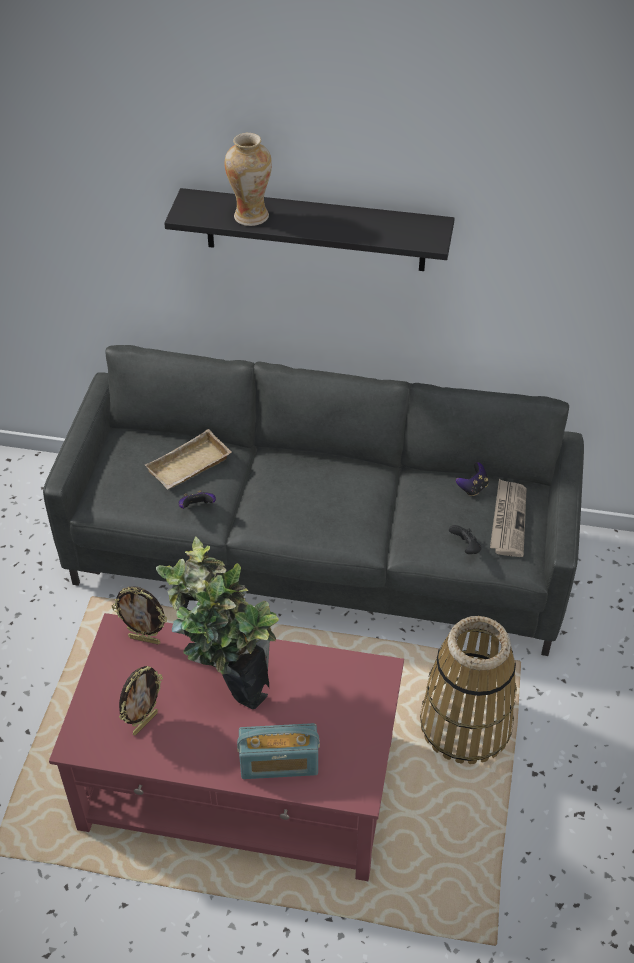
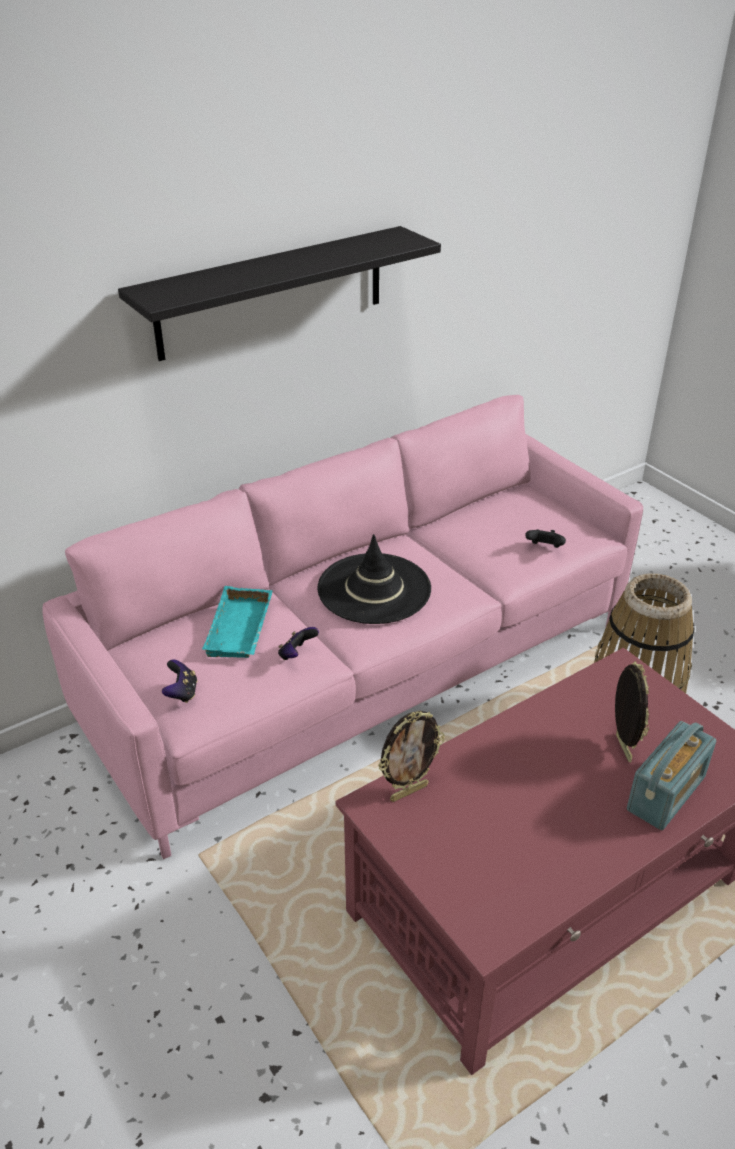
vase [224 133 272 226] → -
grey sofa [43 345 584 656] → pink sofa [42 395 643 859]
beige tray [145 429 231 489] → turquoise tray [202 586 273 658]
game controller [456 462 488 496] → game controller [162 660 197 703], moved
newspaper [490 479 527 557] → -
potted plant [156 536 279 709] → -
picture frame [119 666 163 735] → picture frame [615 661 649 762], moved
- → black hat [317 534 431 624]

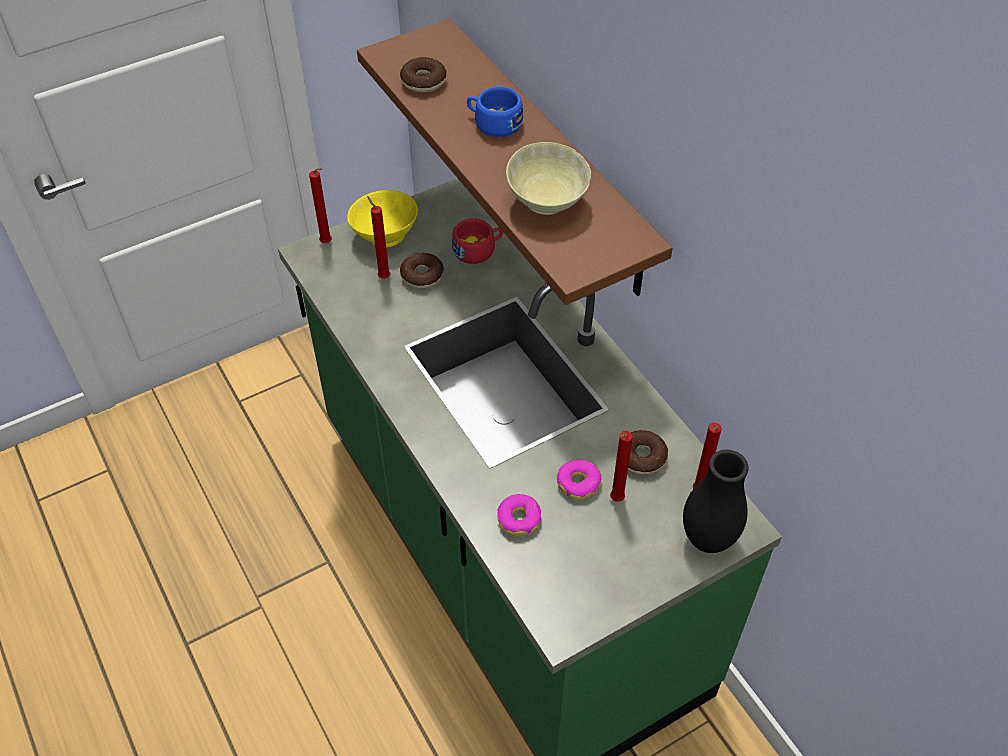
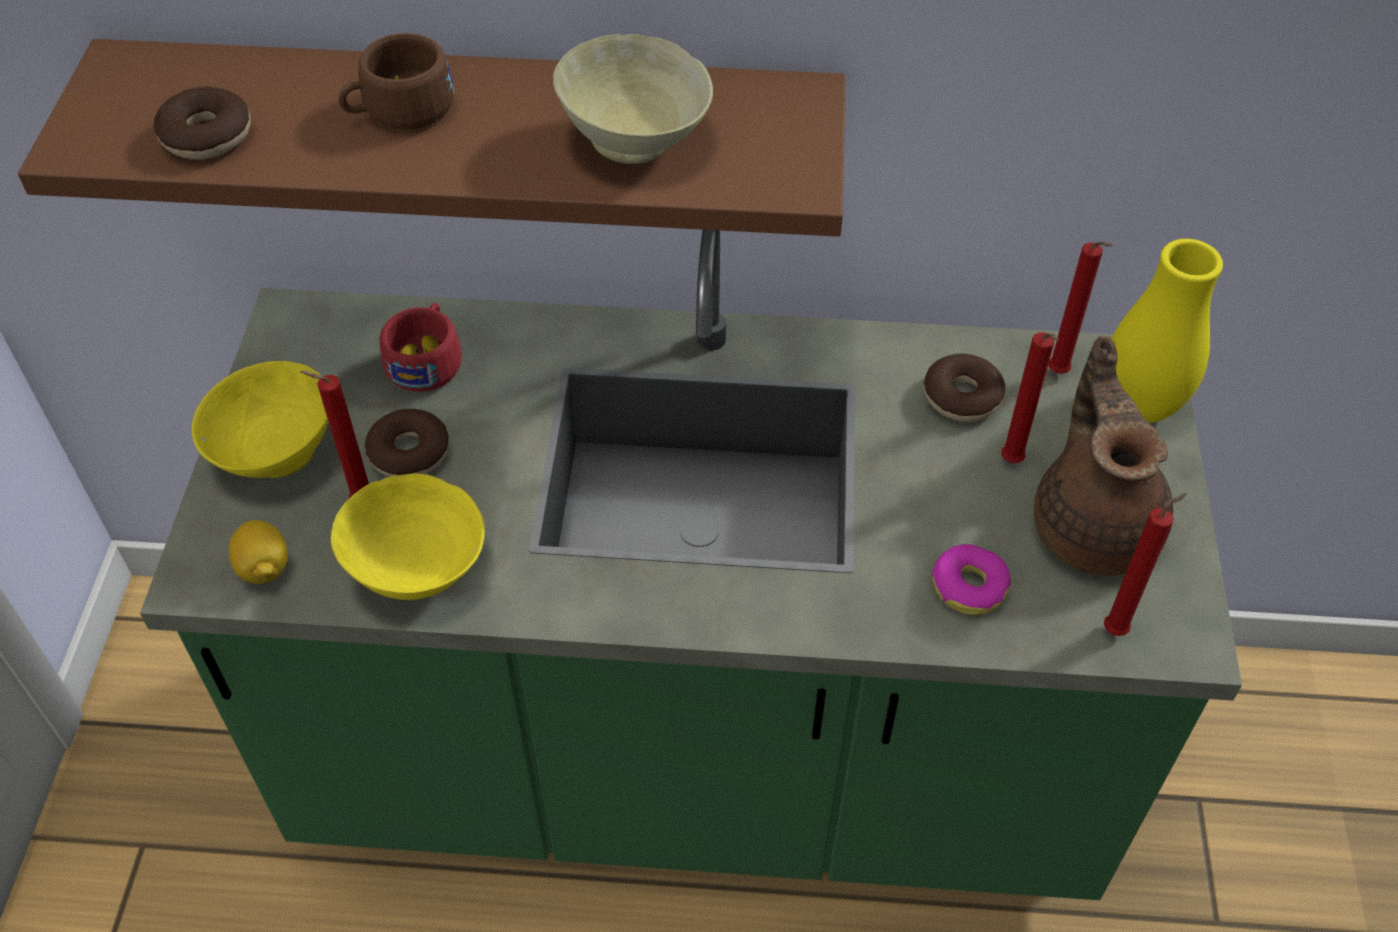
blue cup [467 86 523 137] → brown cup [339 33 454 130]
red candle [309 168 332 243] → red candle [1104 493 1187 636], moved
black vase [683 449 749 553] → yellow vase [1112 239 1223 423]
donut [557 460 601 500] → -
- → brown teapot [1034 335 1173 576]
- → yellow bowl [331 474 485 600]
- → lemon [229 520 288 584]

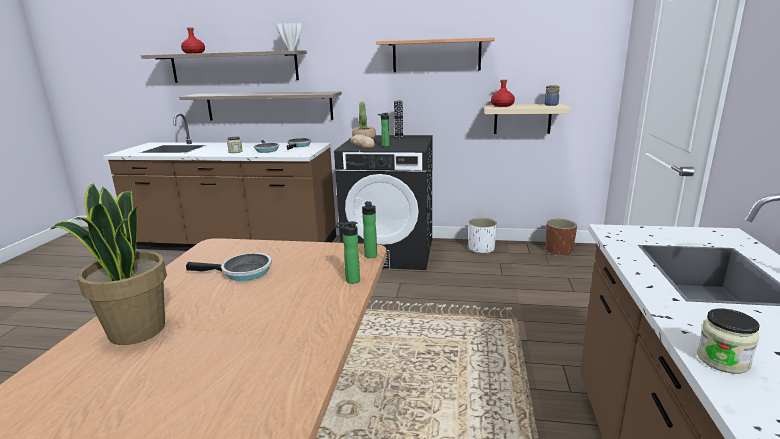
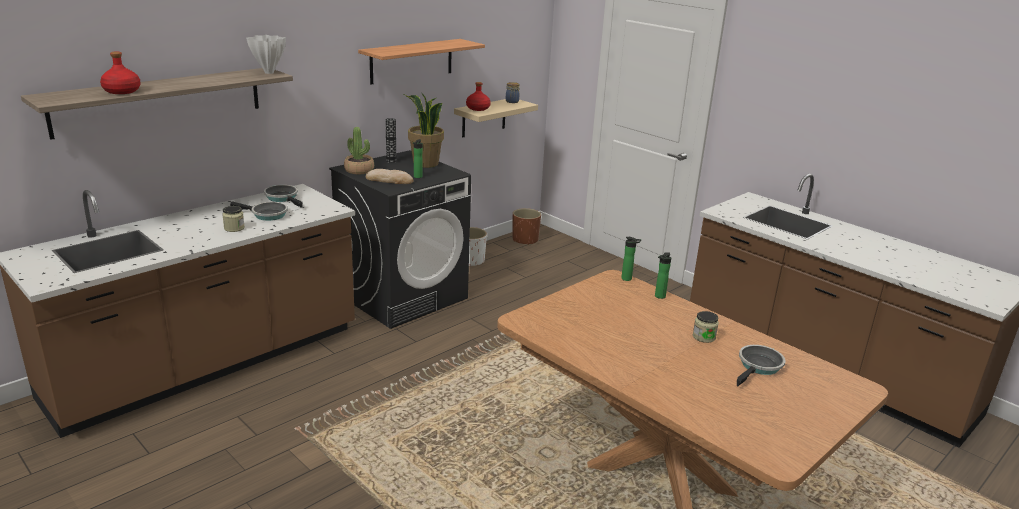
shelf [179 91 342 121] → -
potted plant [50 184 167 345] → potted plant [403 92 444 168], moved
frying pan [186 253 272 282] → frying pan [737 345 785 386], moved
jar [697 309 760 374] → jar [693 311 719 343], moved

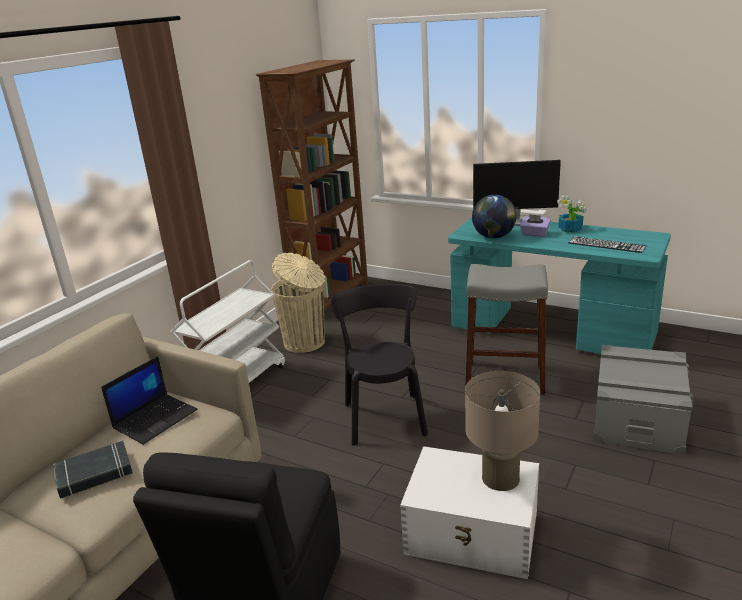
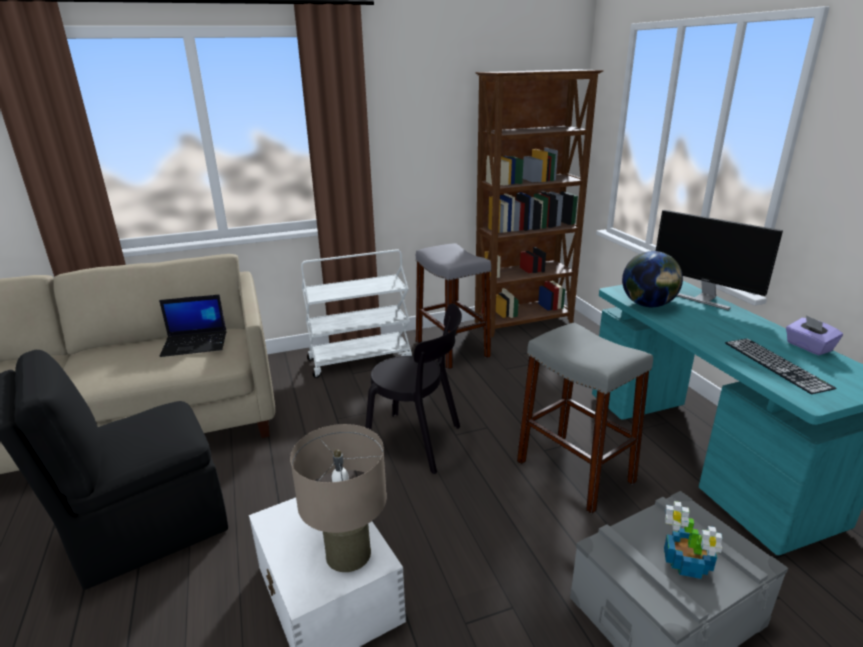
potted plant [557 196 586 233] → potted plant [664 501 722 579], moved
purple tissue box [520 214 551 237] → purple tissue box [786 315 843 355], moved
beige trash can [271 253 325 353] → grey stool [416 243 491 369]
black chair [330 284 428 446] → black chair [365 303 462 474], 75 degrees clockwise
black book [53 441 133 499] → -

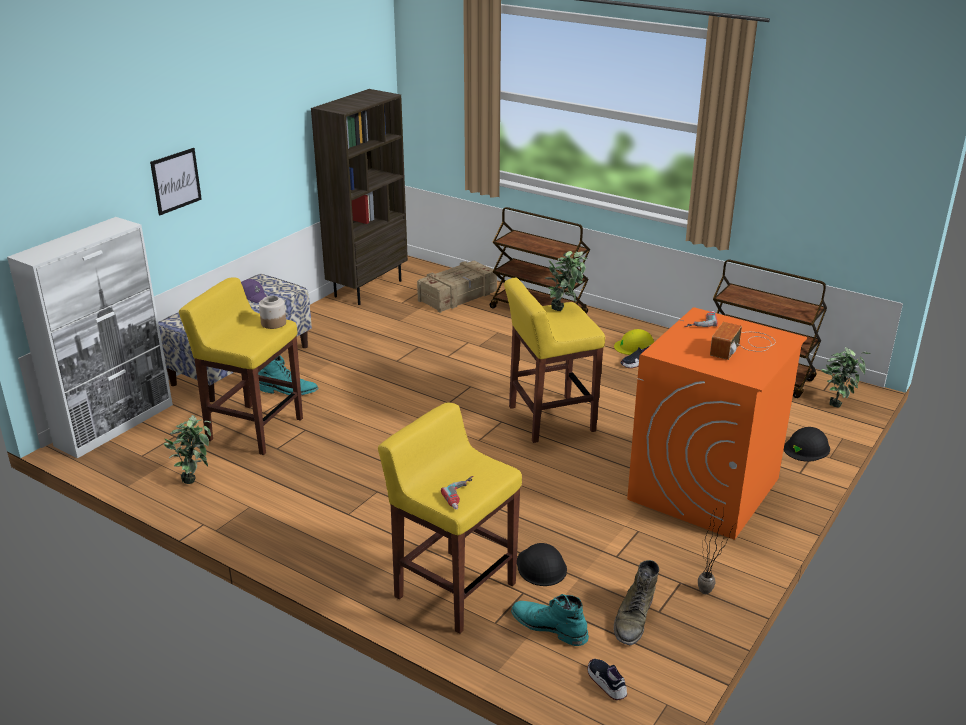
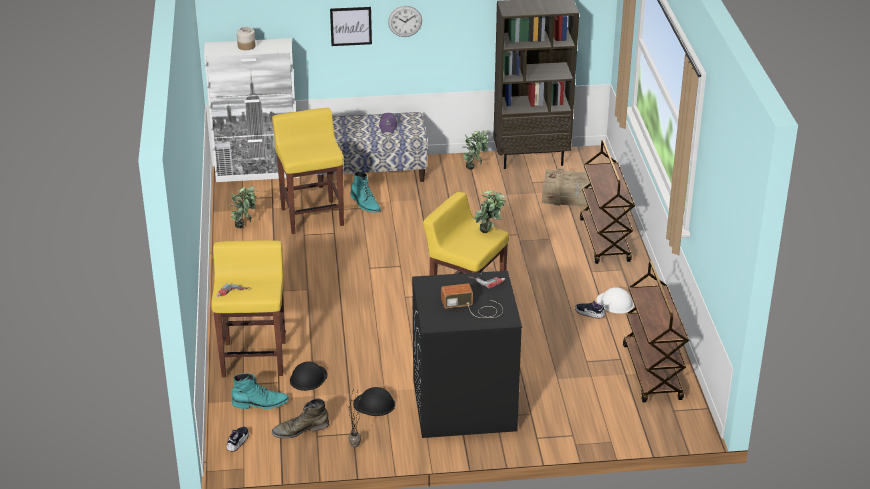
jar [259 296 286 329] → jar [237 27 256 50], moved
orange washing machine [627 307 807 540] → black washing machine [412 271 522 438]
yellow hard hat [614 329 654 355] → white hard hat [597 287 634 314]
potted plant [821 347 871 407] → potted plant [462 130 491 170], moved
black hard hat [784 427 830 462] → black hard hat [353 387 395 416], moved
turquoise boot [511 594 589 646] → turquoise boot [232 373 290 409], 90 degrees clockwise
- → wall clock [388 6 422 37]

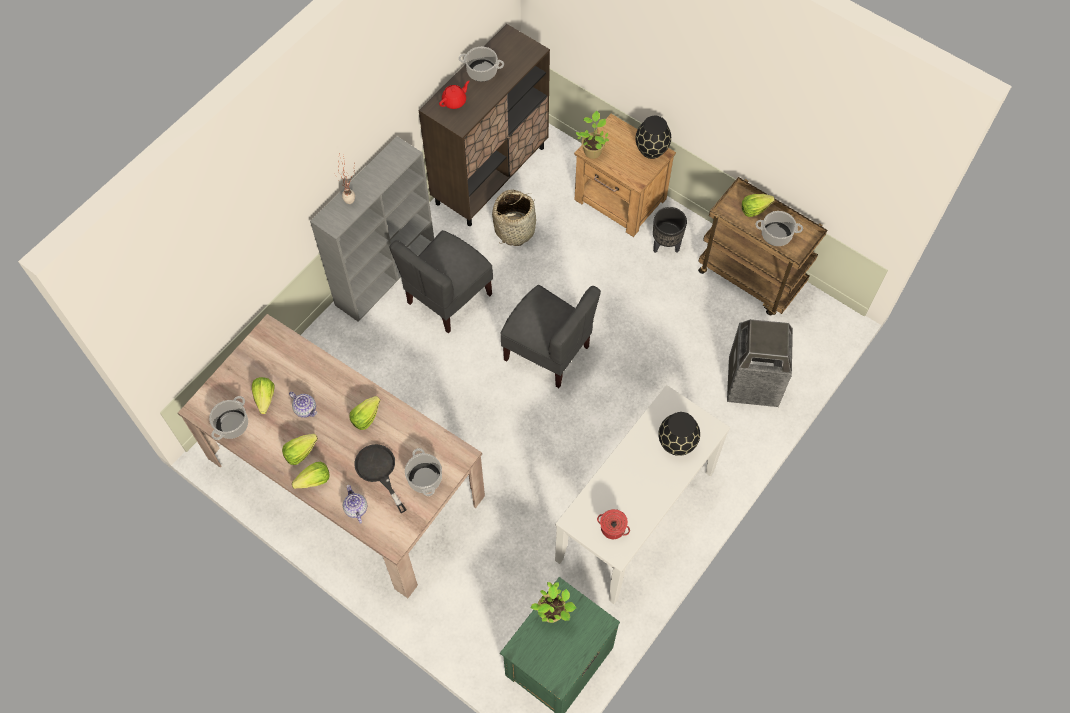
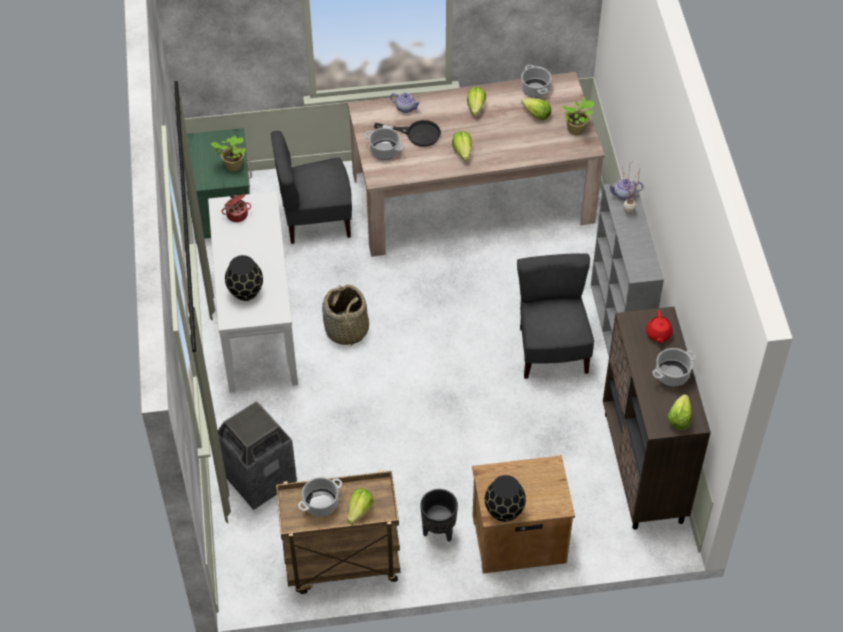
potted plant [576 111 609 159] → potted plant [561 97 594 135], moved
basket [492 190 536 246] → basket [322 285 369 347], moved
grey chair [500 285 601 388] → grey chair [271 131 352 244], moved
teapot [289 392 317 418] → teapot [608 178 643 200], moved
lettuce [292 462 330 489] → lettuce [667 394 691 430], moved

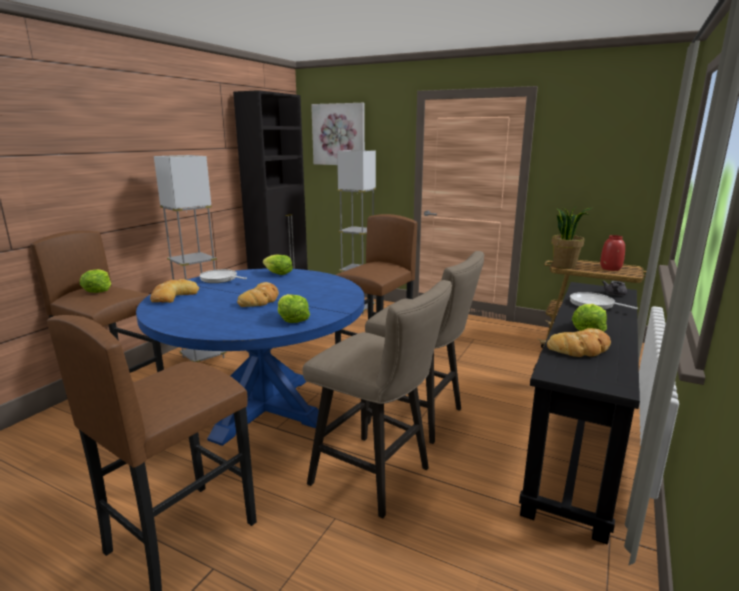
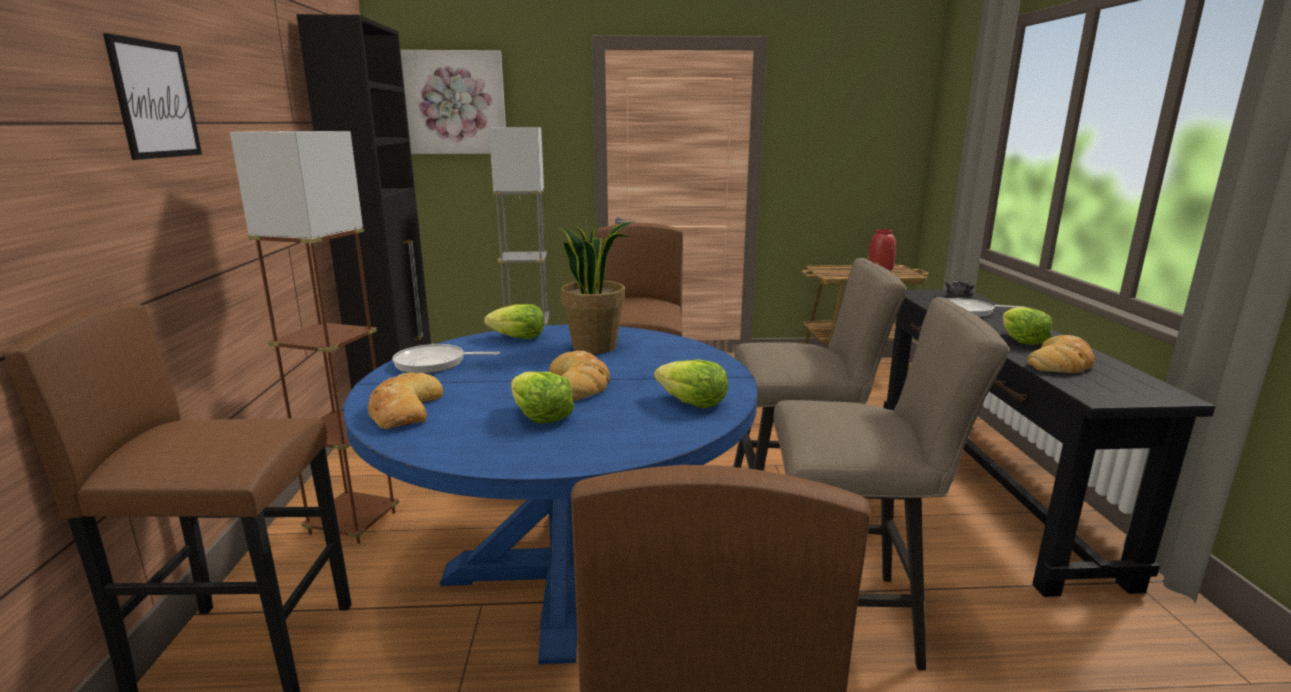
grey floor lamp [154 155 226 362] → brown floor lamp [230 131 399 544]
potted plant [551 208 592 269] → potted plant [559 220 633 354], moved
lettuce [80 269 111 293] → lettuce [511 372 574 424], moved
- → picture [103 33 202 160]

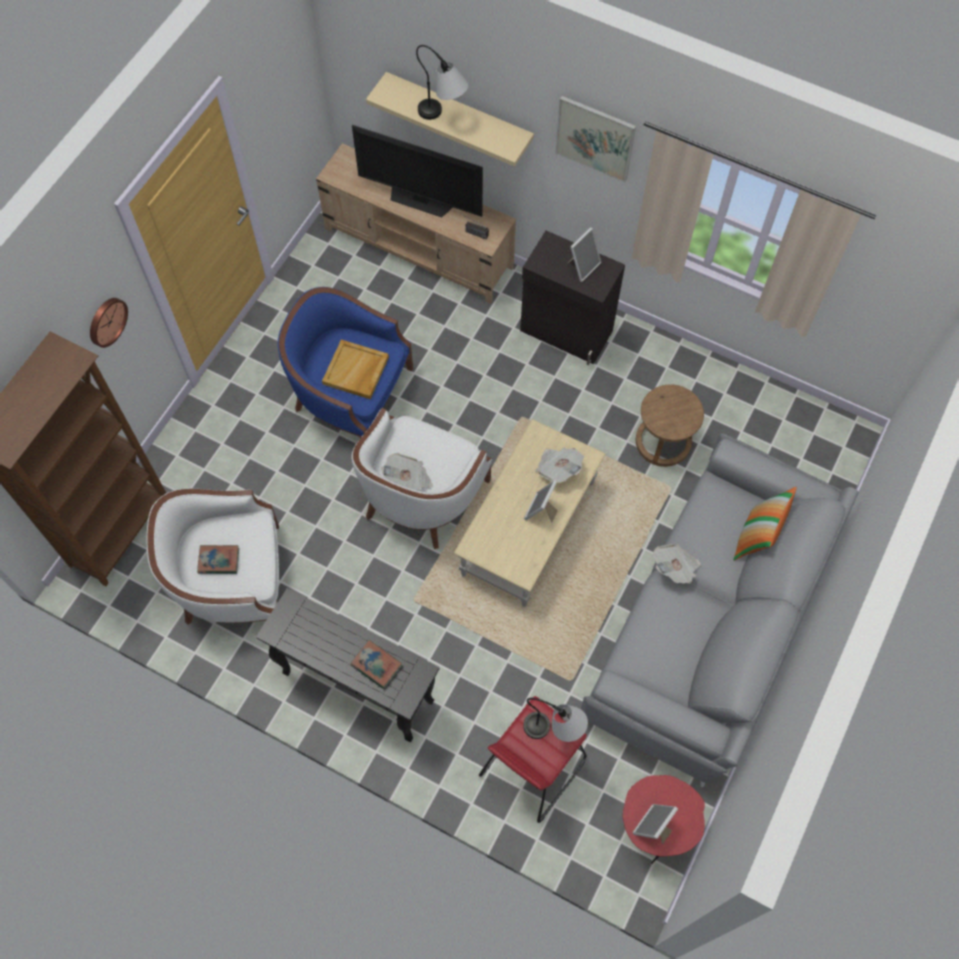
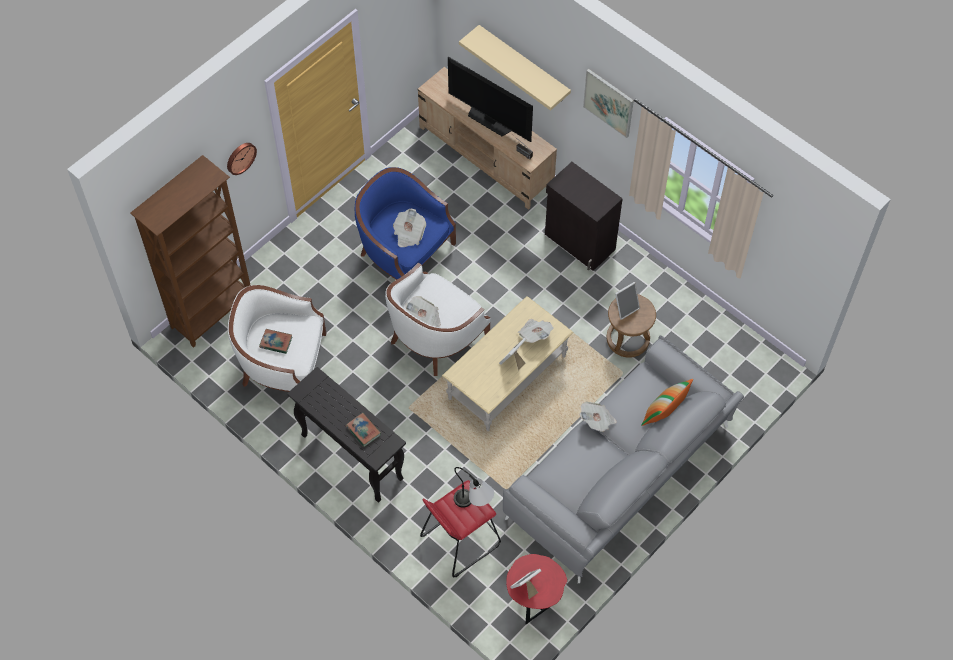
table lamp [416 45 468 120] → -
picture frame [568 227 601 282] → picture frame [615 282 640 320], moved
beige tray [322 339 389 399] → newspaper [393 209 426 247]

